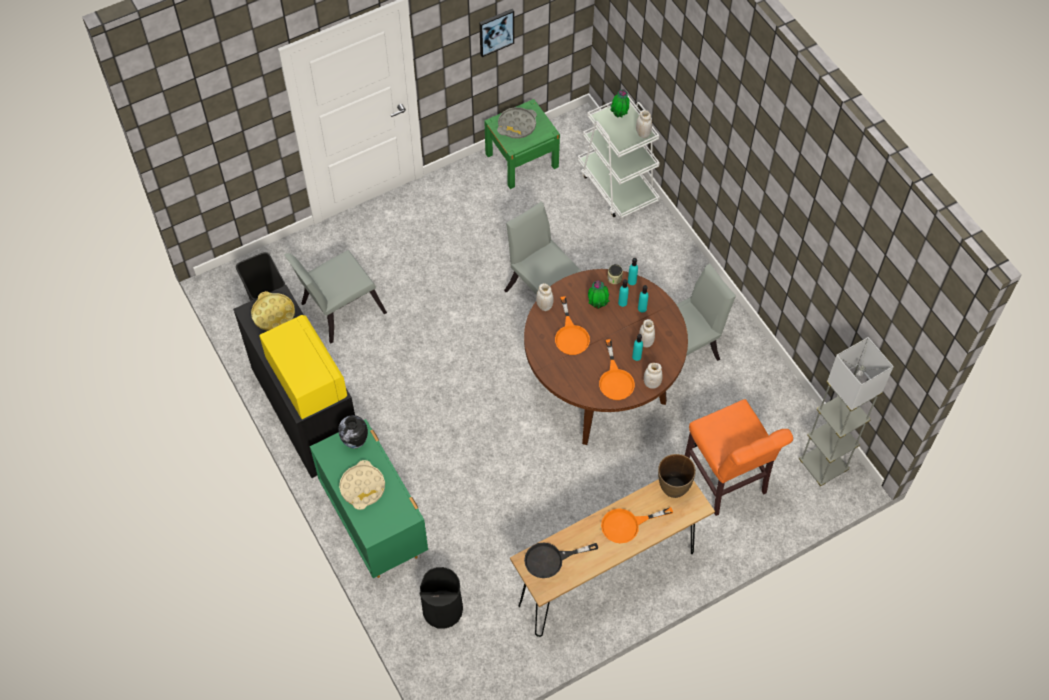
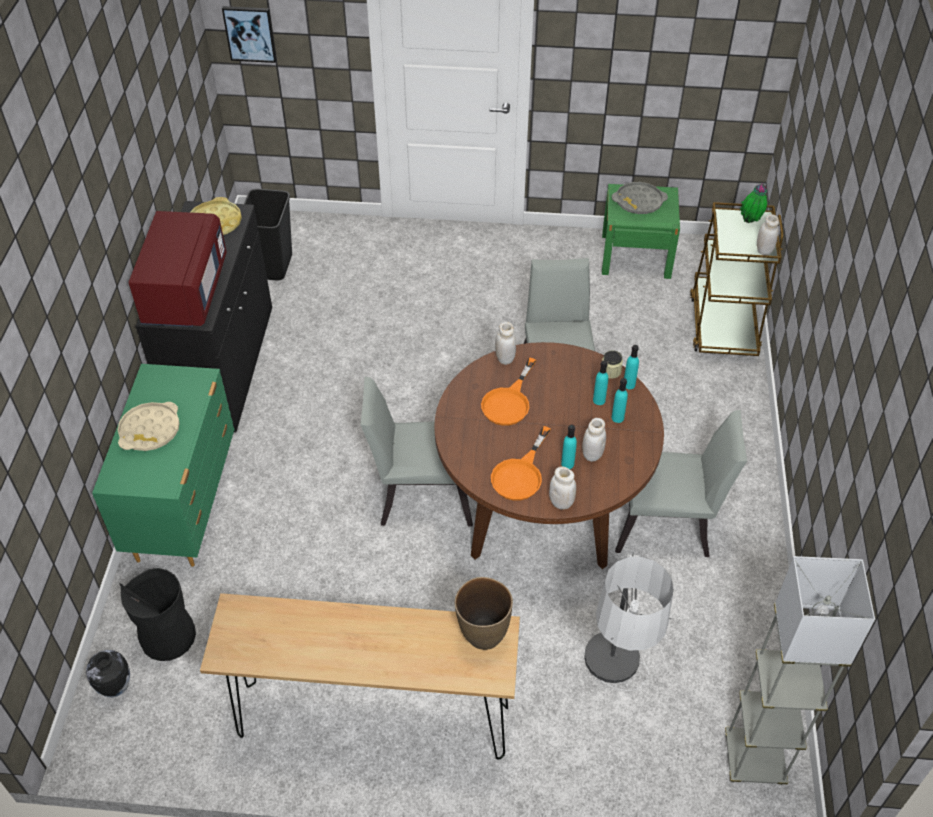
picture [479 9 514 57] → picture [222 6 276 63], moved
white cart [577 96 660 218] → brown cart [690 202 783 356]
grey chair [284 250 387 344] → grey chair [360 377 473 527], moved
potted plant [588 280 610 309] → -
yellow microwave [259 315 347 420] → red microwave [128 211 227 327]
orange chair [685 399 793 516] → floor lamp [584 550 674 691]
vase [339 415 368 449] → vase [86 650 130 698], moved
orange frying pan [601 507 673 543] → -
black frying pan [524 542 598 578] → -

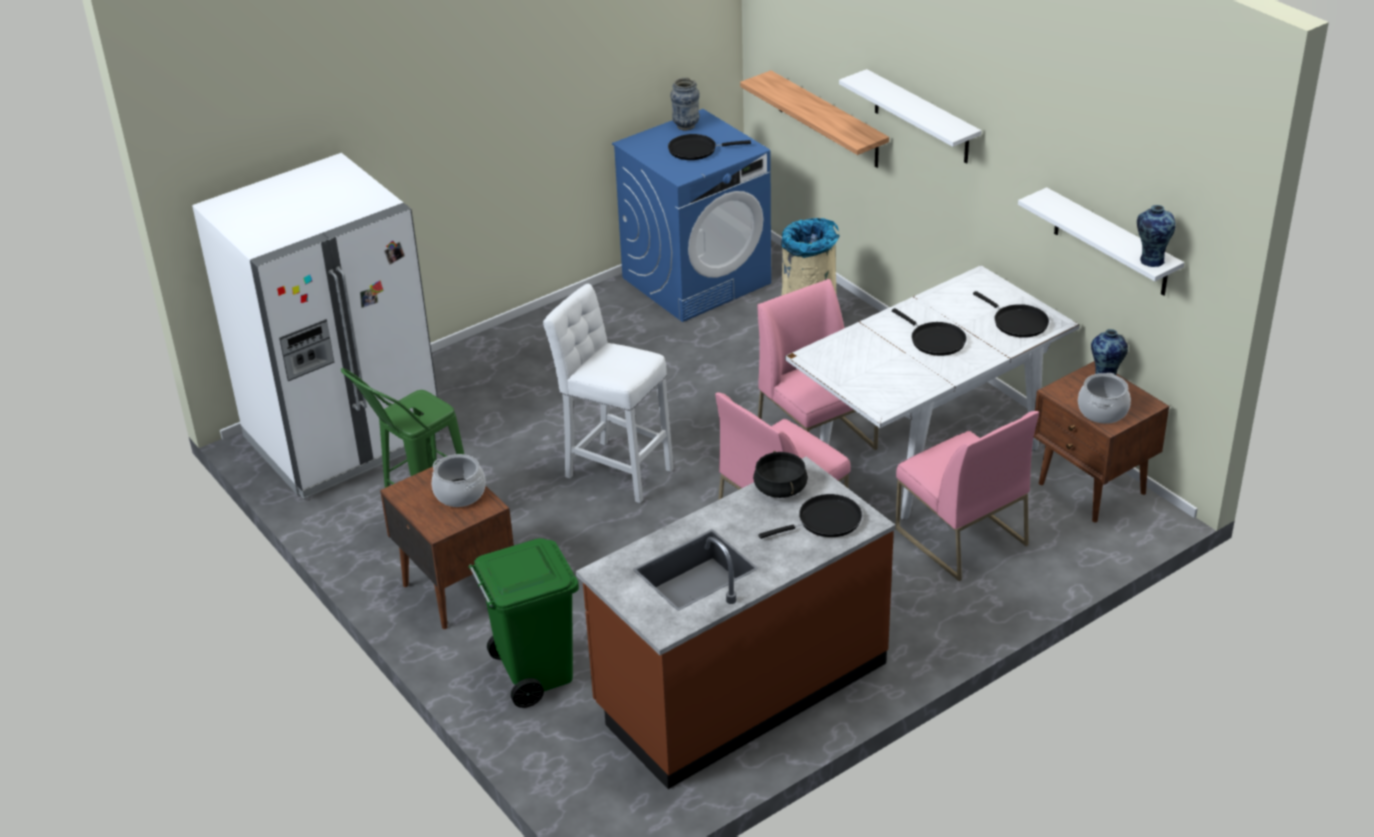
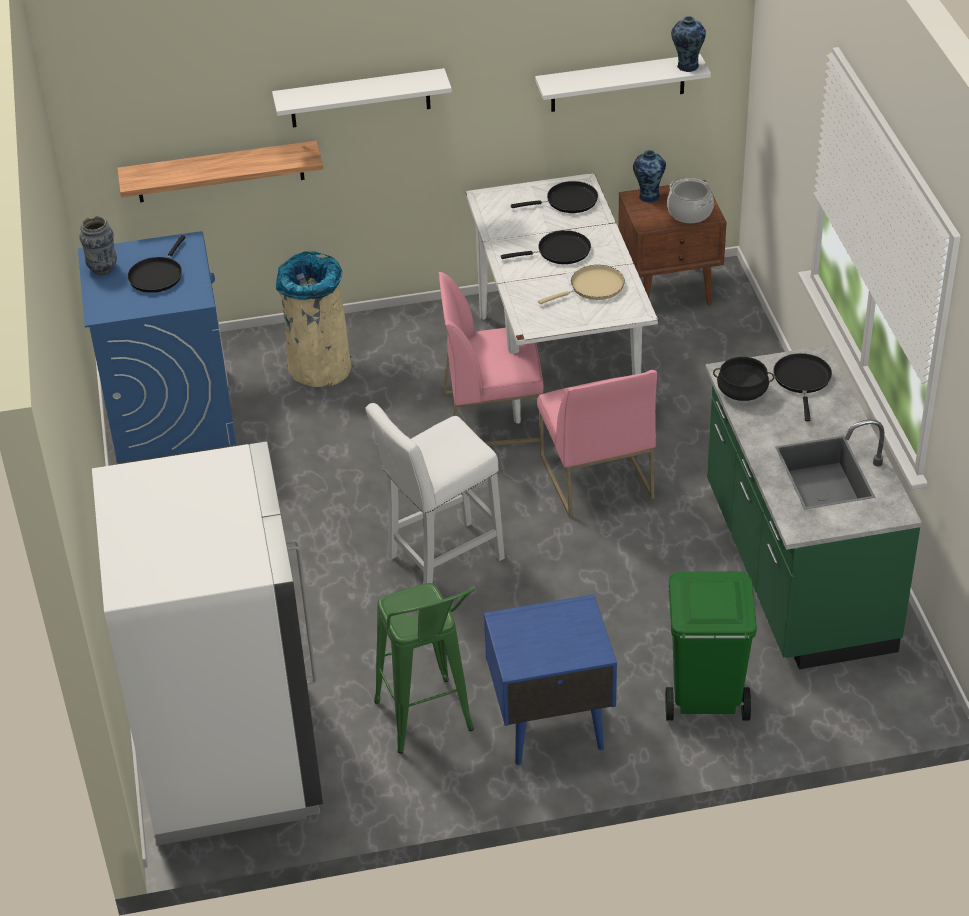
pink chair [895 411 1039 581] → -
cooking pot [432 454 486 507] → -
brown counter [576 457 896 789] → green counter [705 345 922 669]
brown nightstand [380 467 514 629] → blue nightstand [484 594 617 765]
- → beige frying pan [538 265 625 304]

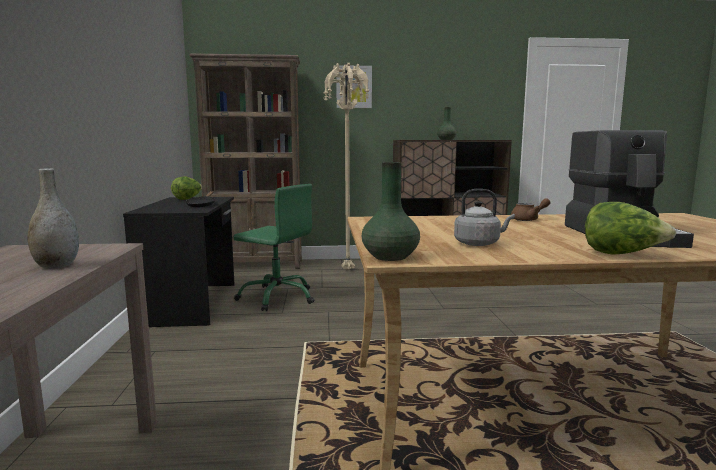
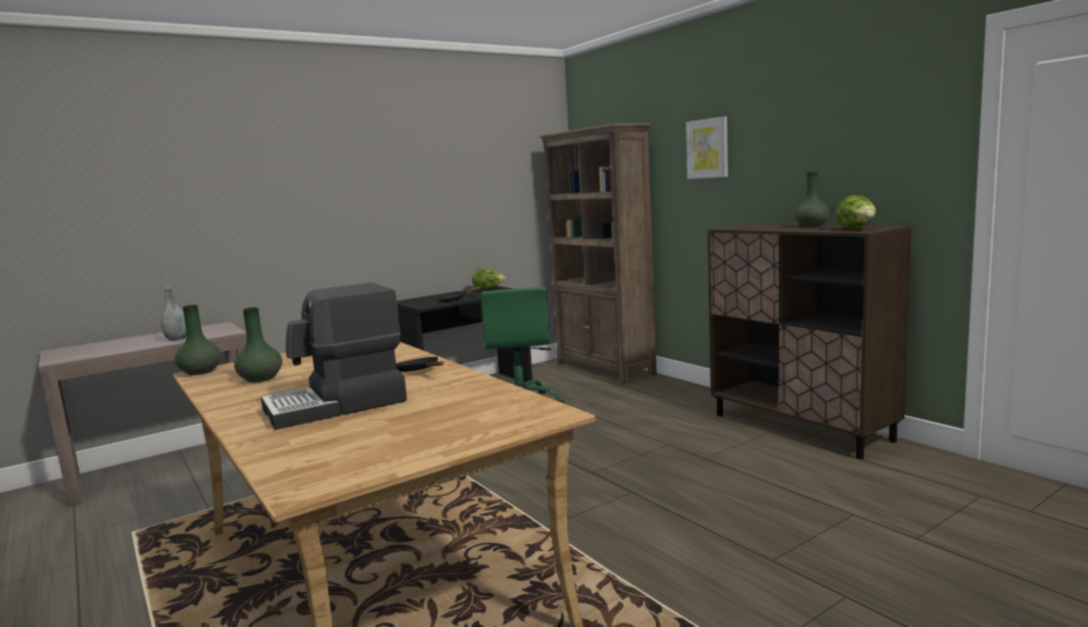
beige floor lamp [324 63 369 270] → -
grey kettle [454 189 515 246] → green vase [234 307 282 382]
brown teapot [511 198 550 221] → black frying pan [396 357 444 372]
lettuce [585 202 676 255] → lettuce [836 195 876 229], moved

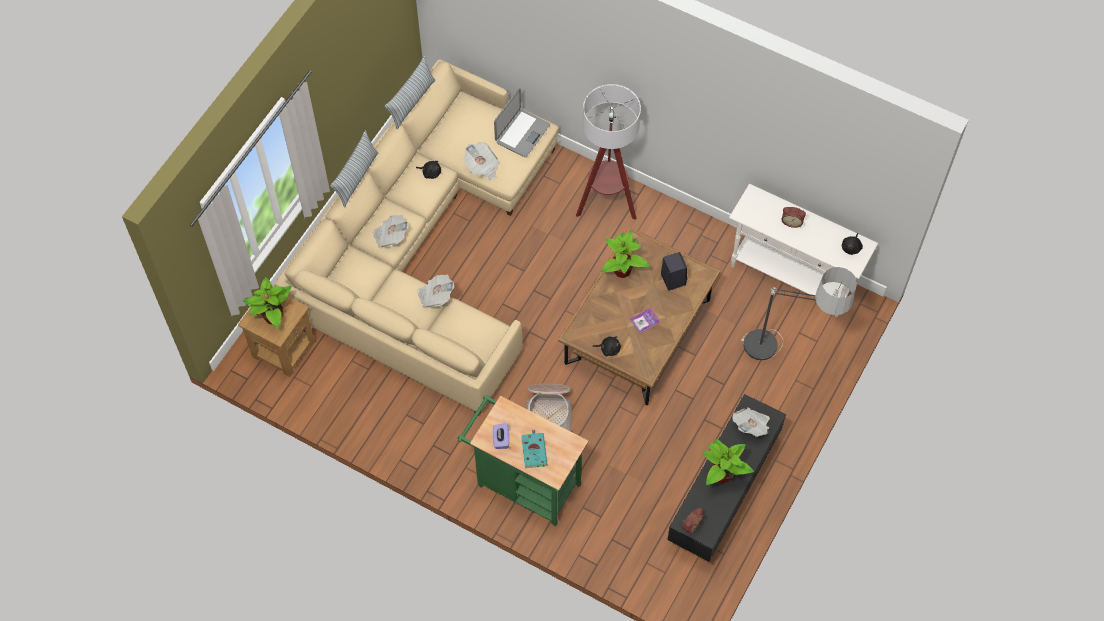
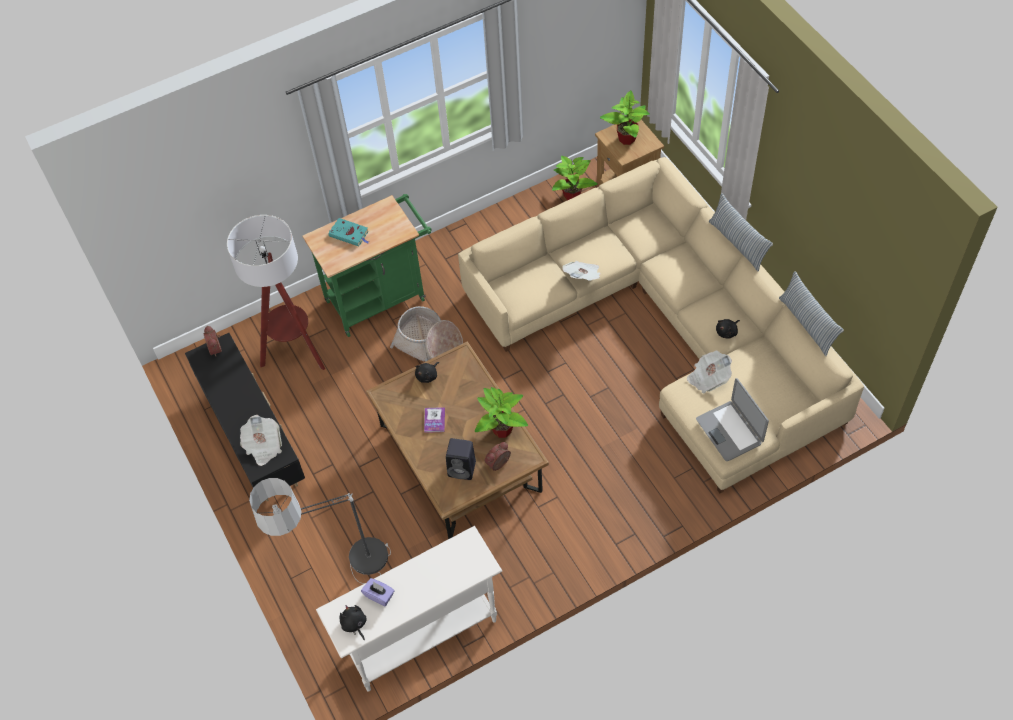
floor lamp [576 84 641 220] → floor lamp [227 215 325 370], moved
alarm clock [781 207 806 228] → alarm clock [485 442 511 471], moved
newspaper [372 215 409 248] → -
purple tissue box [493 423 509 449] → purple tissue box [361 578 395 606], moved
potted plant [702 439 754 485] → potted plant [552 156 598 200], moved

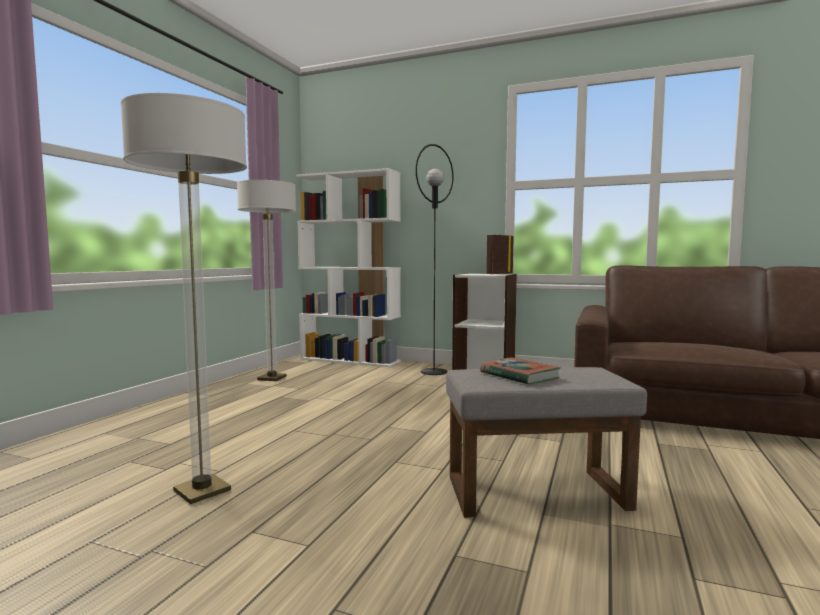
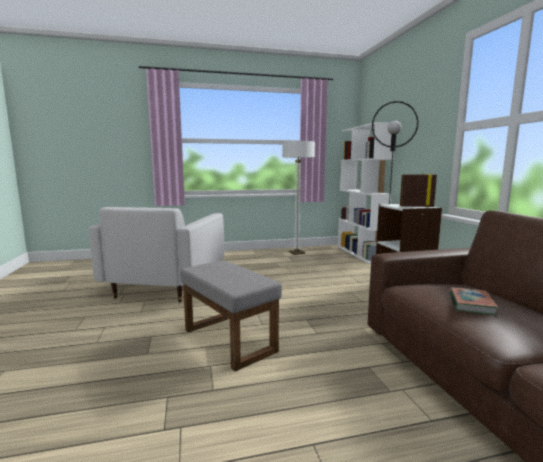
floor lamp [120 93 247 504] → white armchair [89 207 224 302]
book [480 358 560 385] → book [449 287 499 315], moved

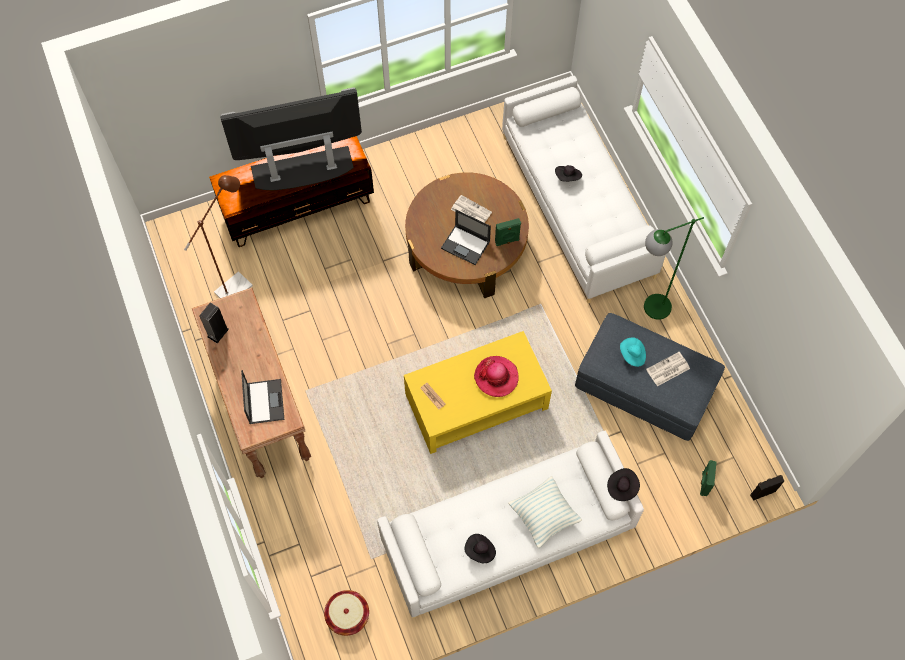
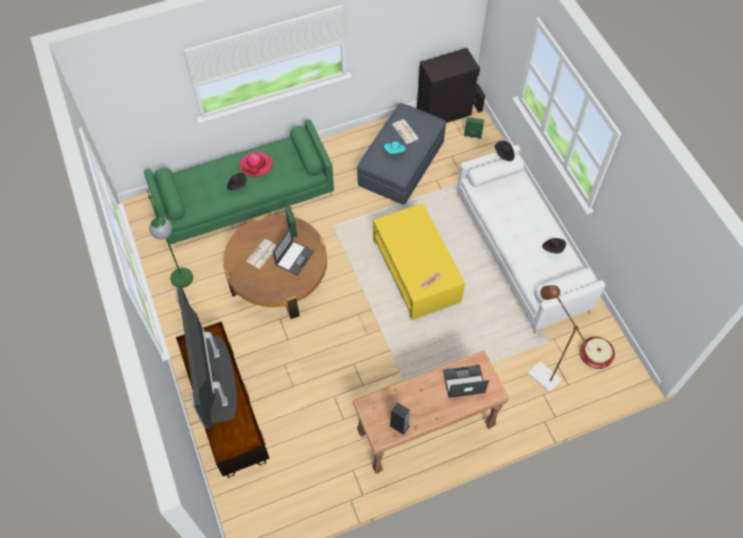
white sofa [502 75 666 303] → green sofa [144 119 334 249]
brown floor lamp [184 175 253 298] → brown floor lamp [528 285 591 392], moved
green floor lamp [644 217 704 320] → green floor lamp [147 189 193 288], moved
hat [474 356 519 397] → hat [240 152 273 177], moved
pillow [508 476 582 548] → -
- → black cabinet [417 48 480 123]

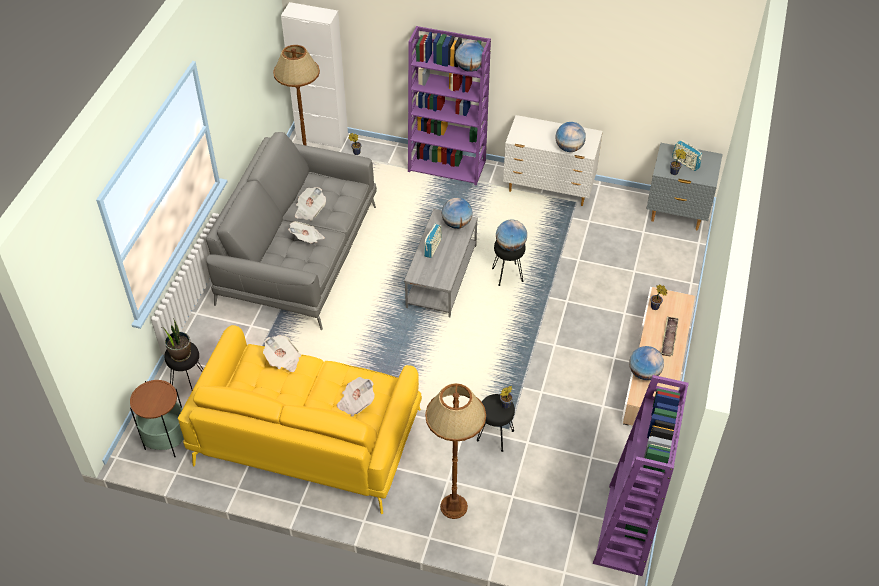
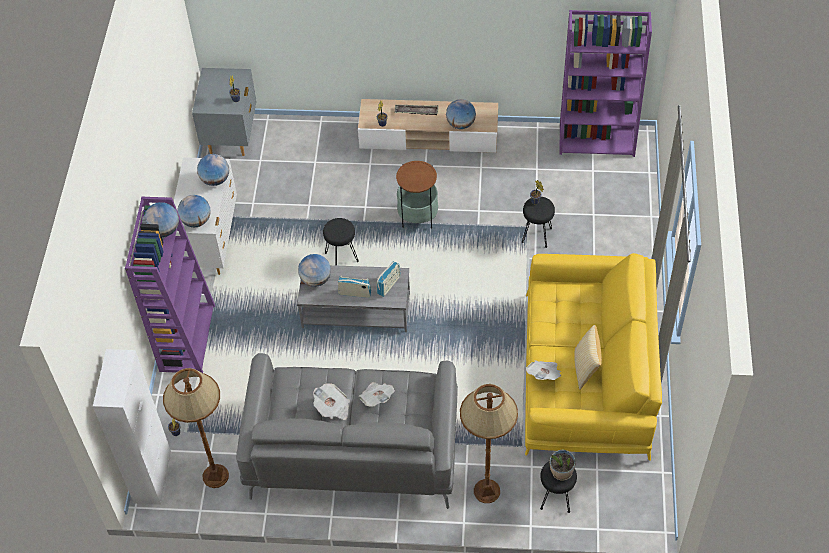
radio [672 140 702 171] → radio [377 261 401 297], moved
globe [496 219 527 251] → globe [178 195 210 227], moved
newspaper [337 377 375 417] → -
side table [130 380 184 457] → side table [396 161 438 229], moved
brown floor lamp [425 383 486 519] → brown floor lamp [460 384 518 503], moved
- → pillow [574 325 602 390]

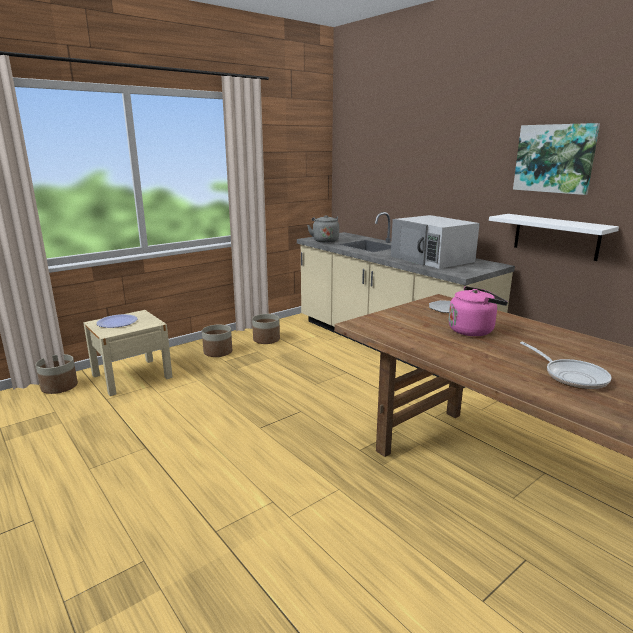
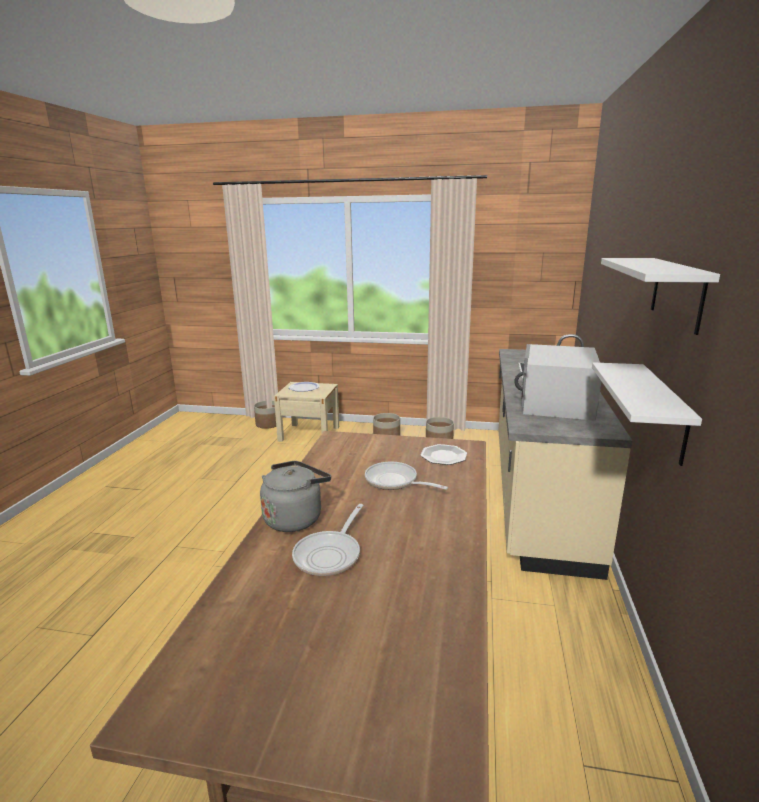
picture [513 123 600 195] → white shelf [601 258 720 335]
grey kettle [307 215 339 243] → grey kettle [260 461 331 532], moved
pink kettle [449 286 508 336] → frying pan [365 462 448 490]

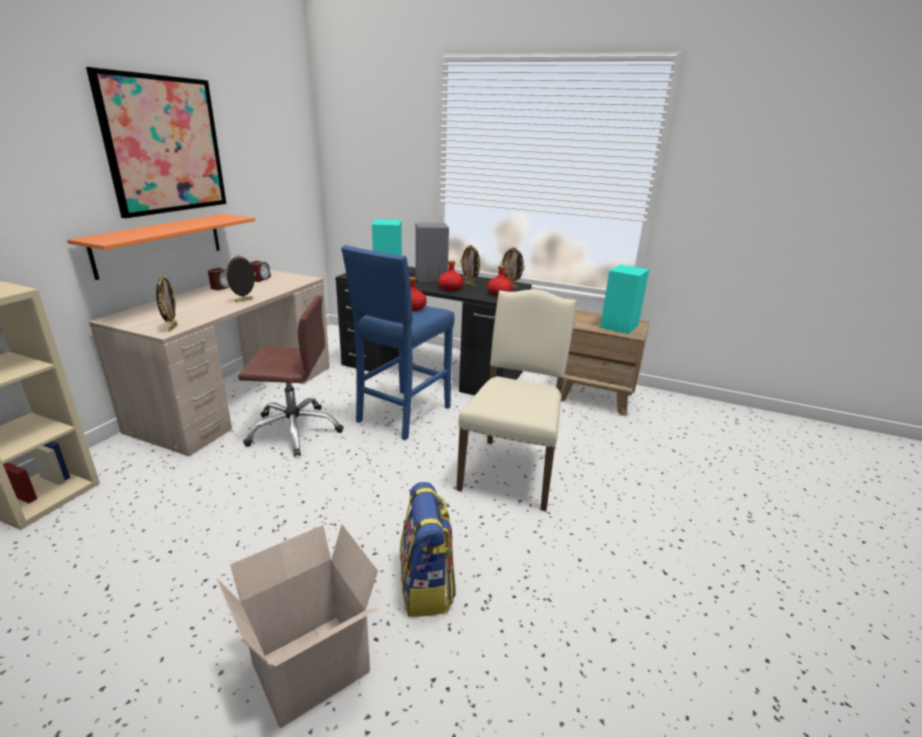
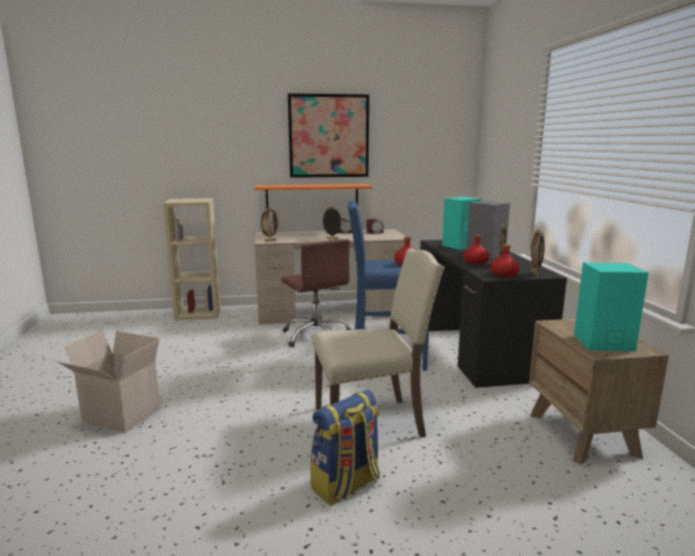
backpack [400 482 456 617] → backpack [310 390 380 506], moved

